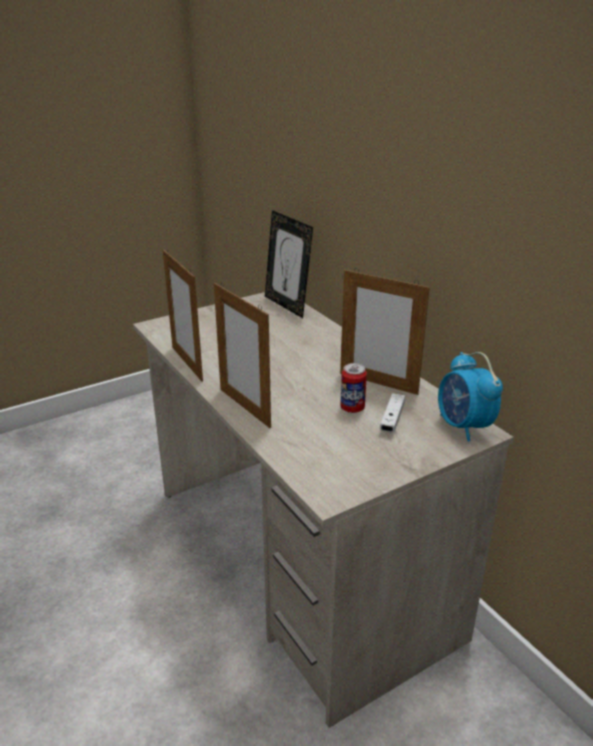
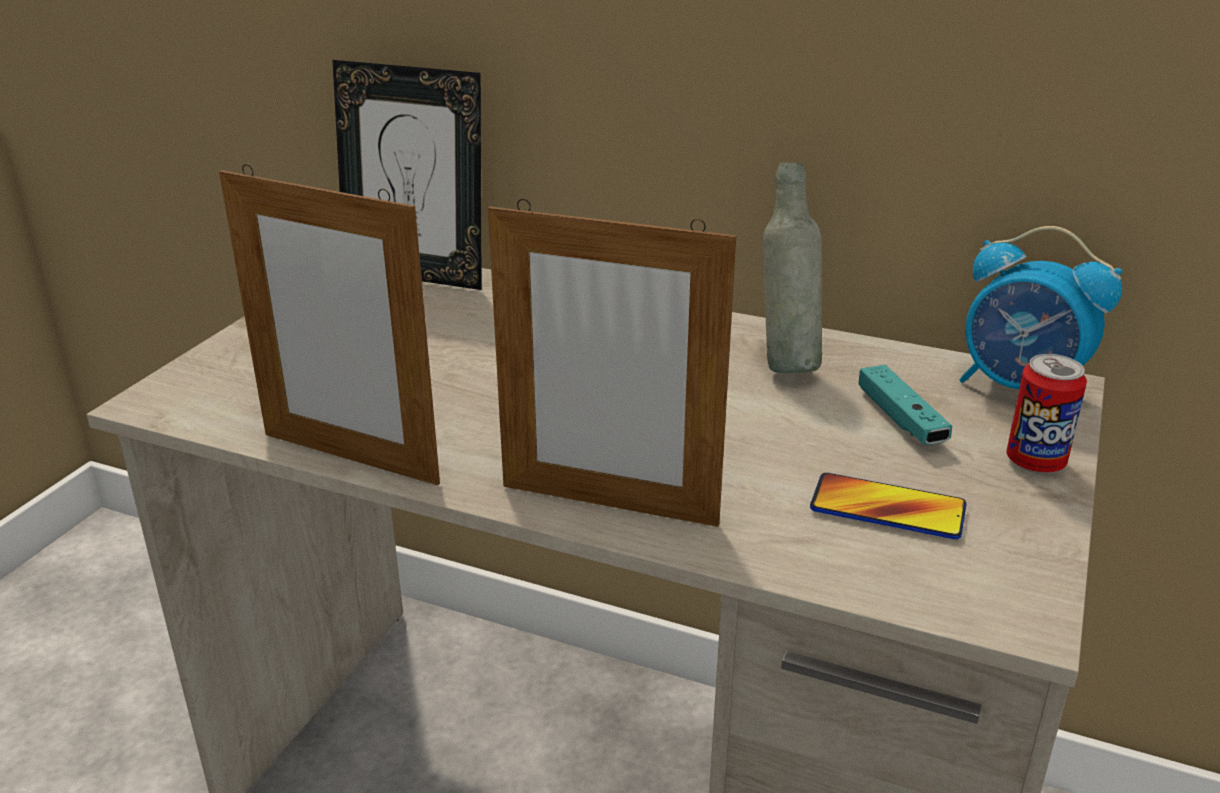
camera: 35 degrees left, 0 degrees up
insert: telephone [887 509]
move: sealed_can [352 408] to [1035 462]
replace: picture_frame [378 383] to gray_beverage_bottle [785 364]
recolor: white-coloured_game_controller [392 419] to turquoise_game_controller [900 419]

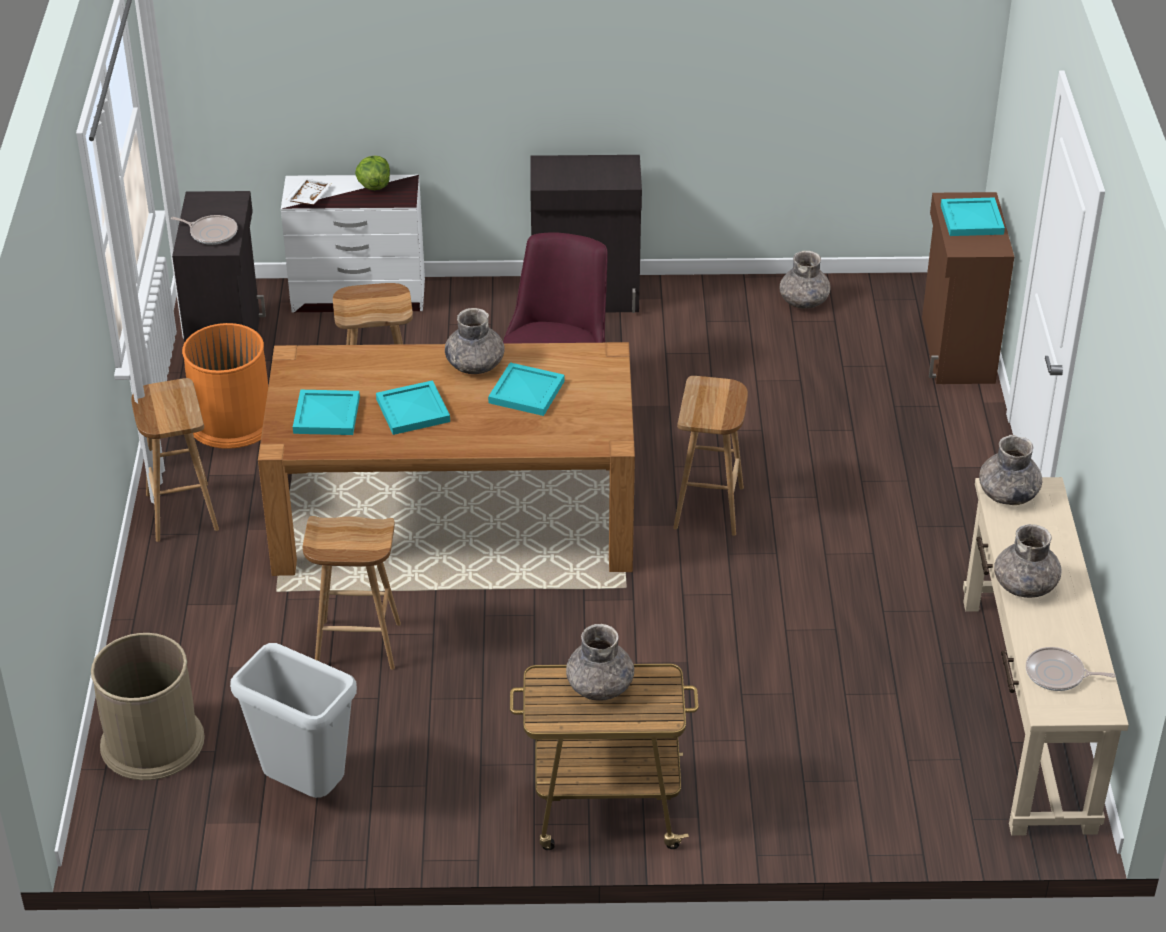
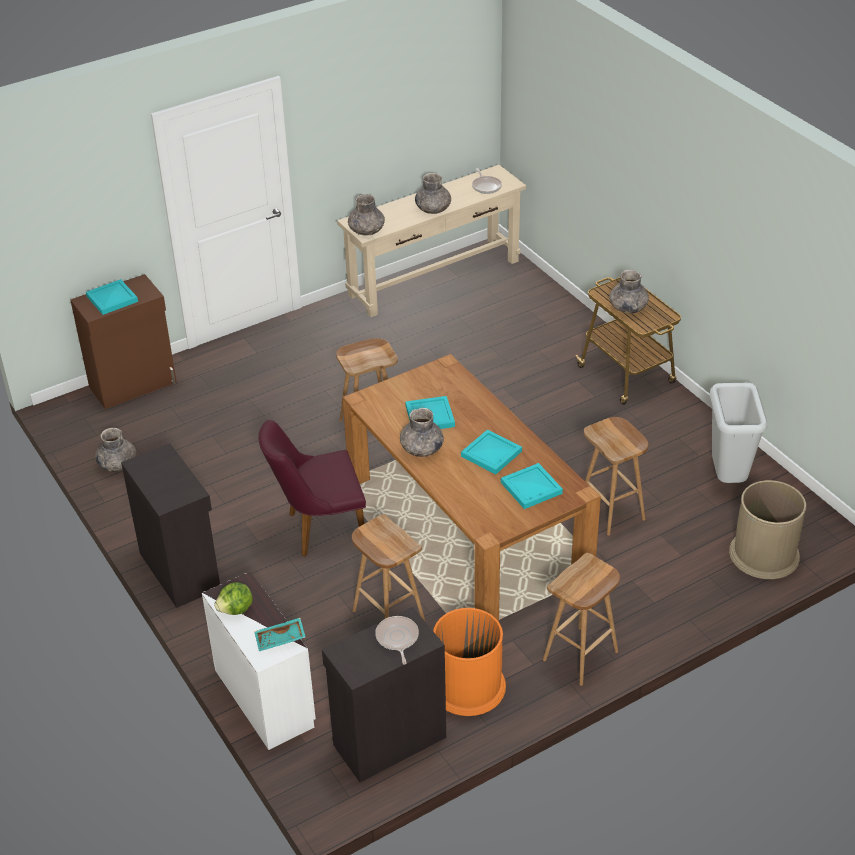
camera: 120 degrees left, 0 degrees up
recolor: white-coloured_carrying_tray [308 197] to turquoise_carrying_tray [280 640]

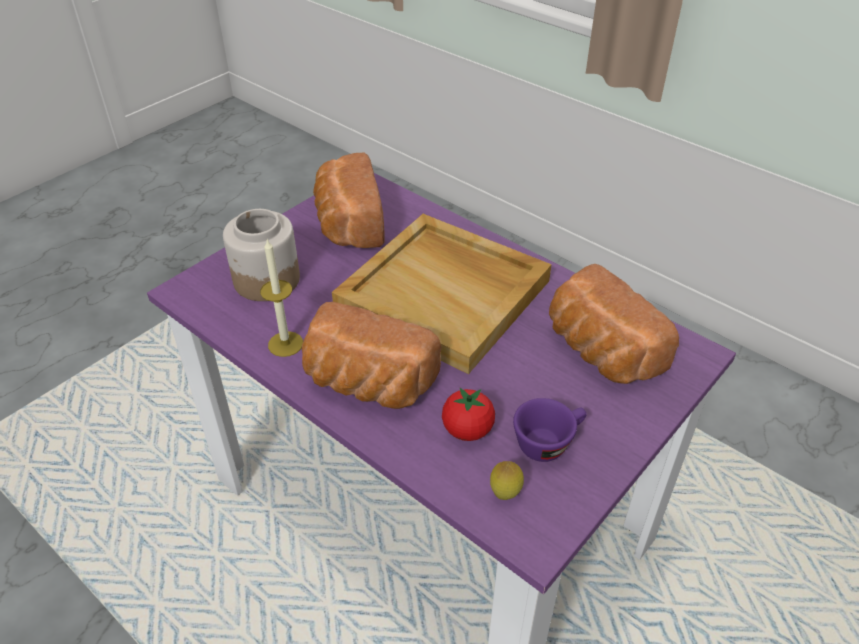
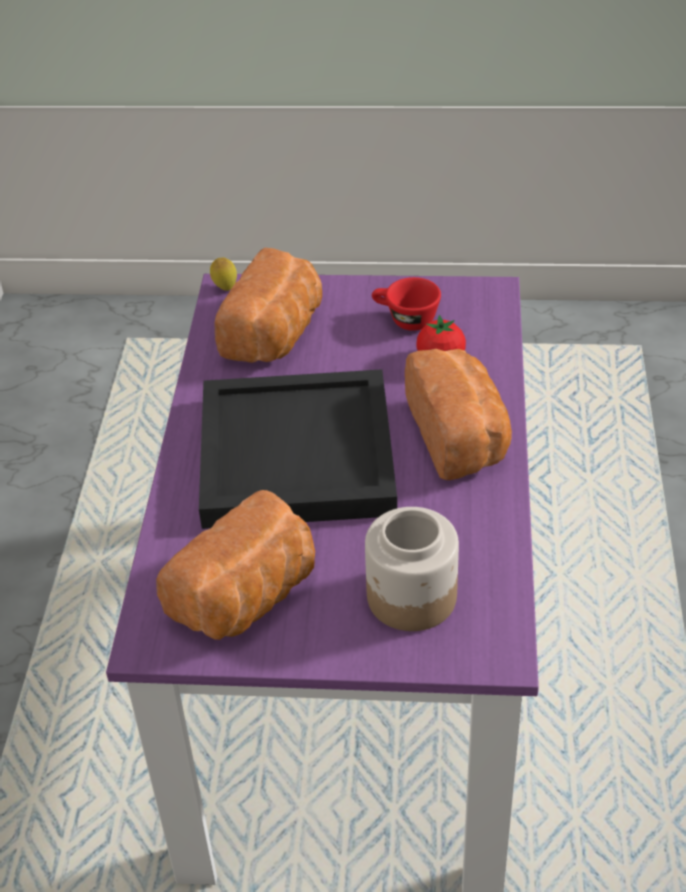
camera: 125 degrees left, 0 degrees up
delete: candle [285 344]
move: lemon [505 494] to [225 288]
recolor: beige_carrying_tray [445 294] to black_carrying_tray [295 453]; purple_drinking_cup [548 442] to red-coloured_drinking_cup [405 319]

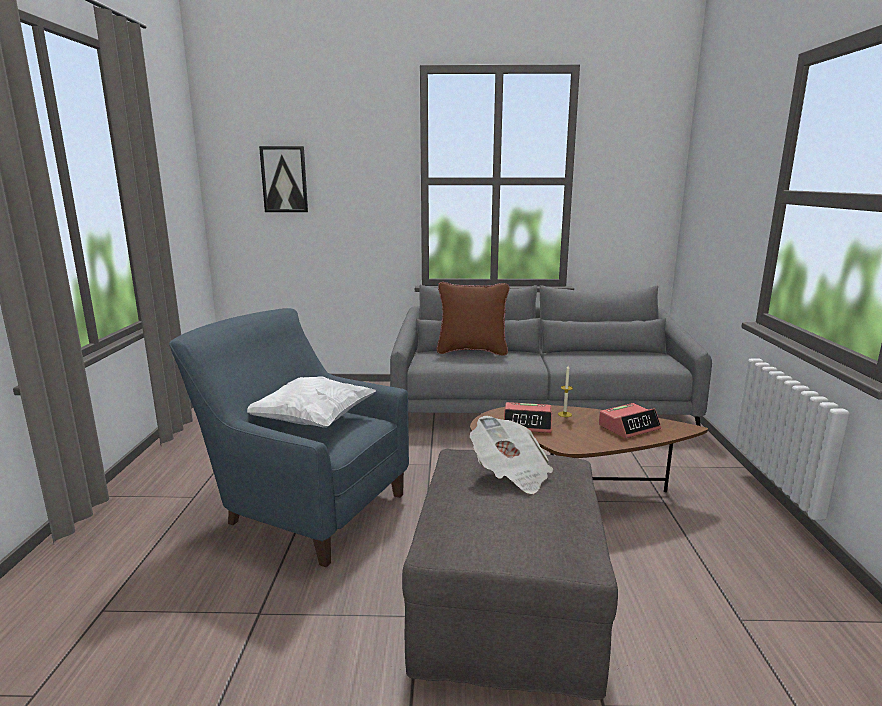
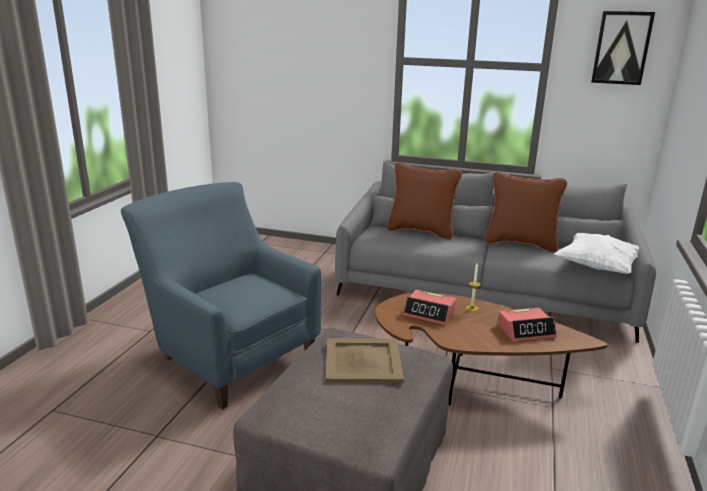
camera: 15 degrees right, 5 degrees up
insert: brown-coloured_pillow [520 243]
move: white-coloured_pillow [312 422] to [597 267]; wall_picture [284 179] to [621 48]
replace: newspaper [511 473] to beige_carrying_tray [364 361]

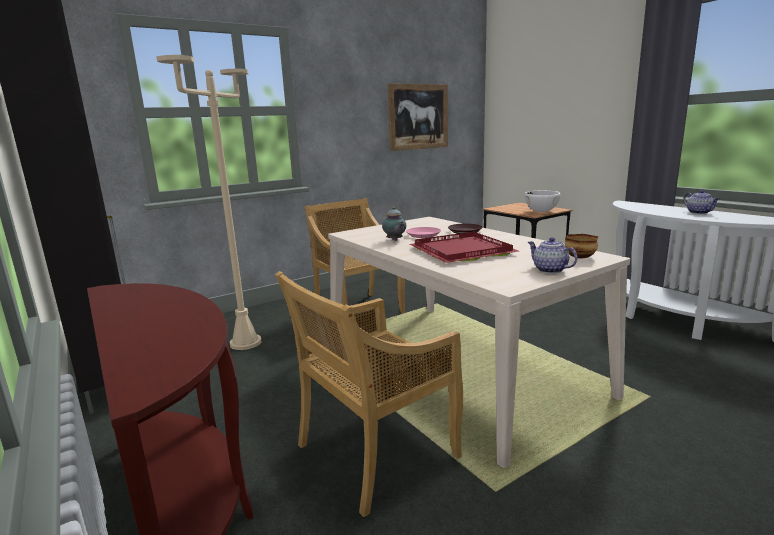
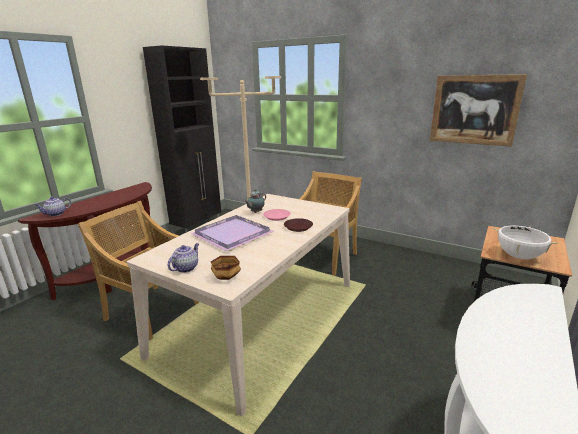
camera: 65 degrees right, 5 degrees up
move: teapot [699 212] to [55 214]
recolor: red-coloured_carrying_tray [464 251] to purple_carrying_tray [232 235]

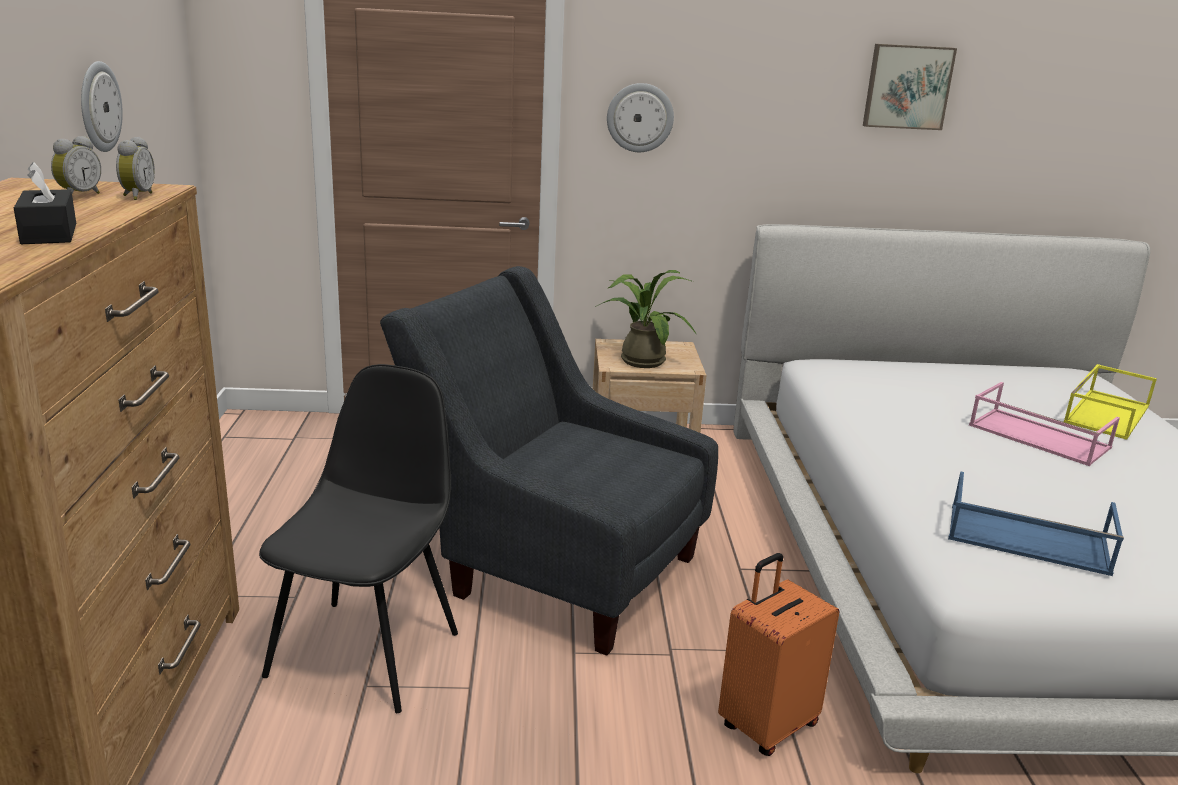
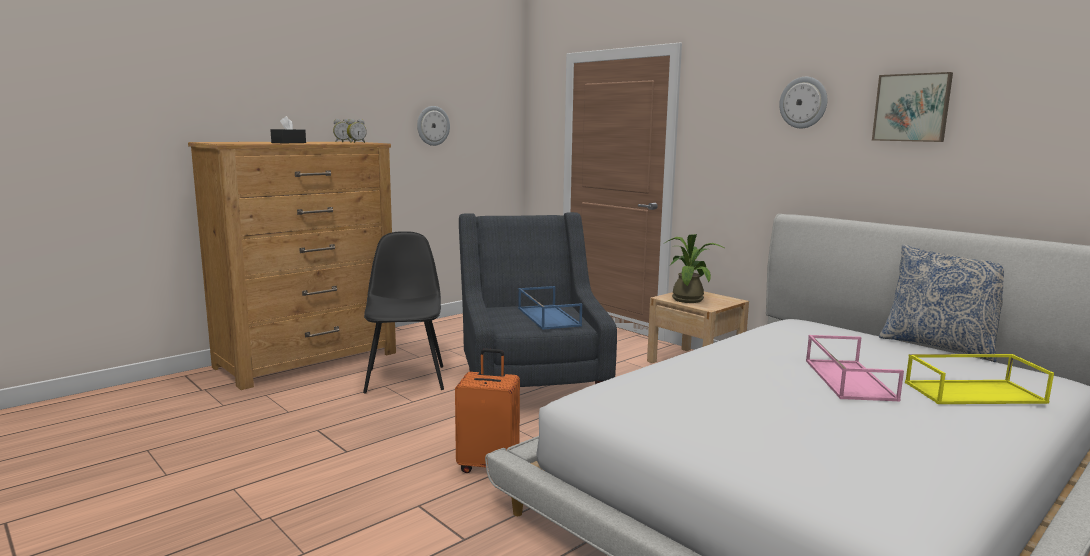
camera: 50 degrees right, 10 degrees down
insert: pillow [939 346]
move: hanging_clock [640 117] to [803 102]; blue-coloured_carrying_tray [1025 539] to [547 317]
rotate: black_upright_chair [367 651] = [405 378] 75 degrees counterclockwise

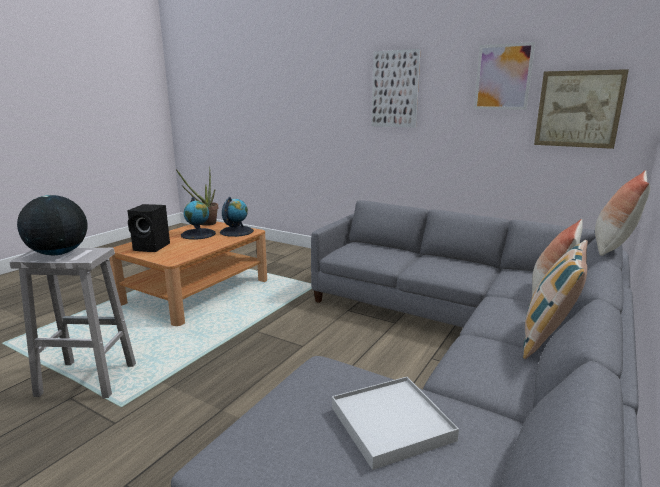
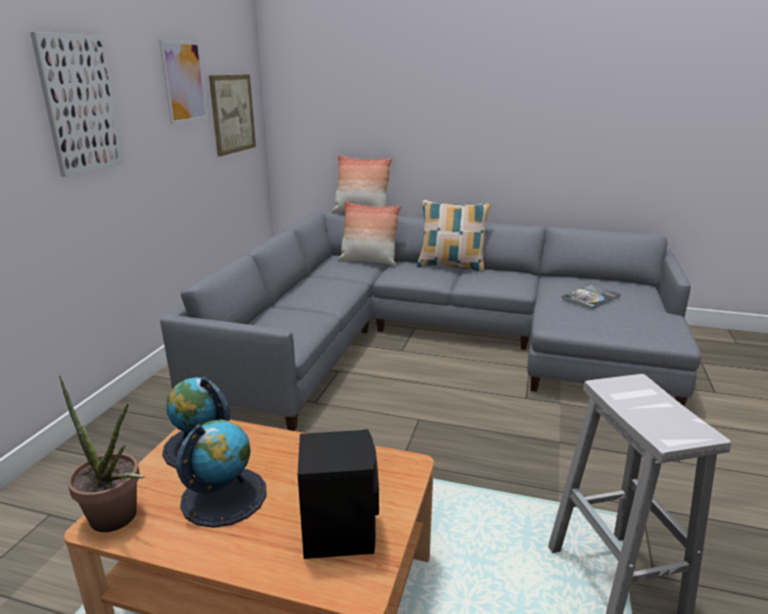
camera: 105 degrees left, 5 degrees up
delete: globe [58 253]
replace: white-coloured_carrying_tray [391 424] to book [591 297]

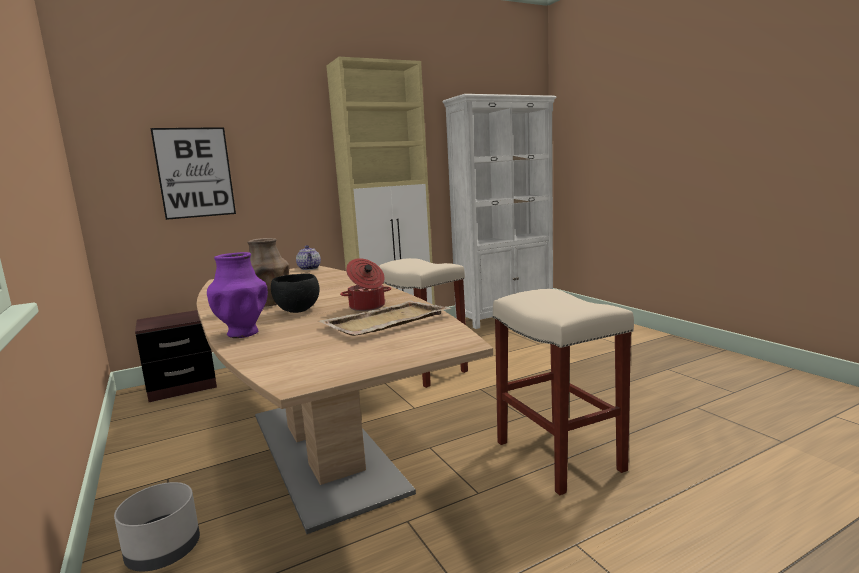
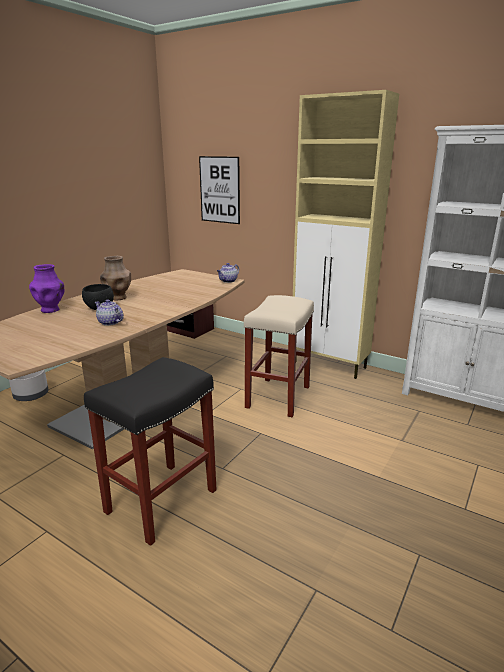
camera: 60 degrees right, 10 degrees up
delete: beige_carrying_tray [385 321]
replace: stockpot [367 307] to teapot [110 322]
recolor: beige_stool_seat [560 456] to black_stool_seat [161 502]

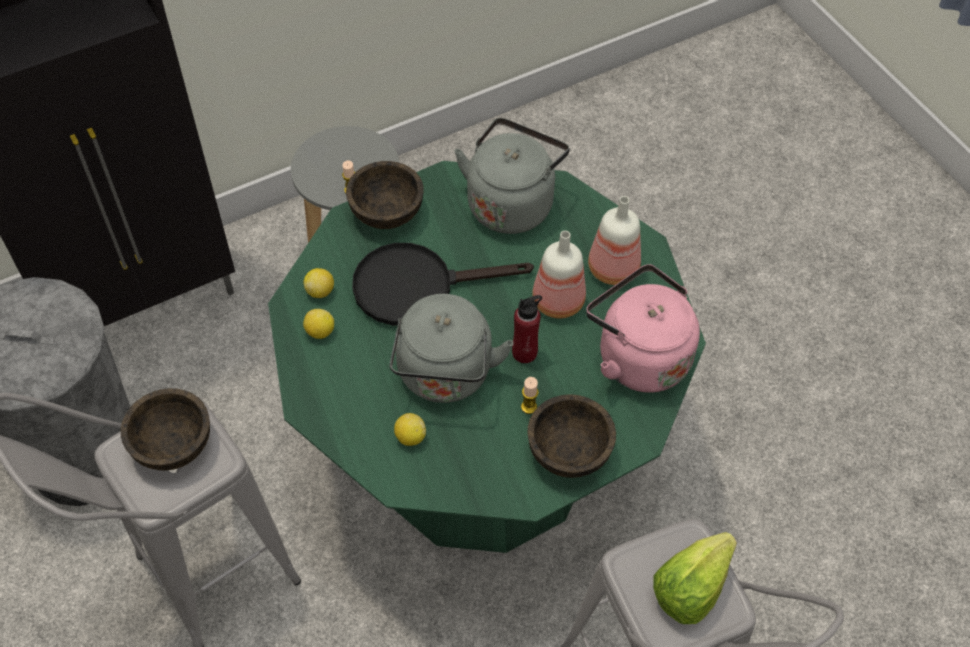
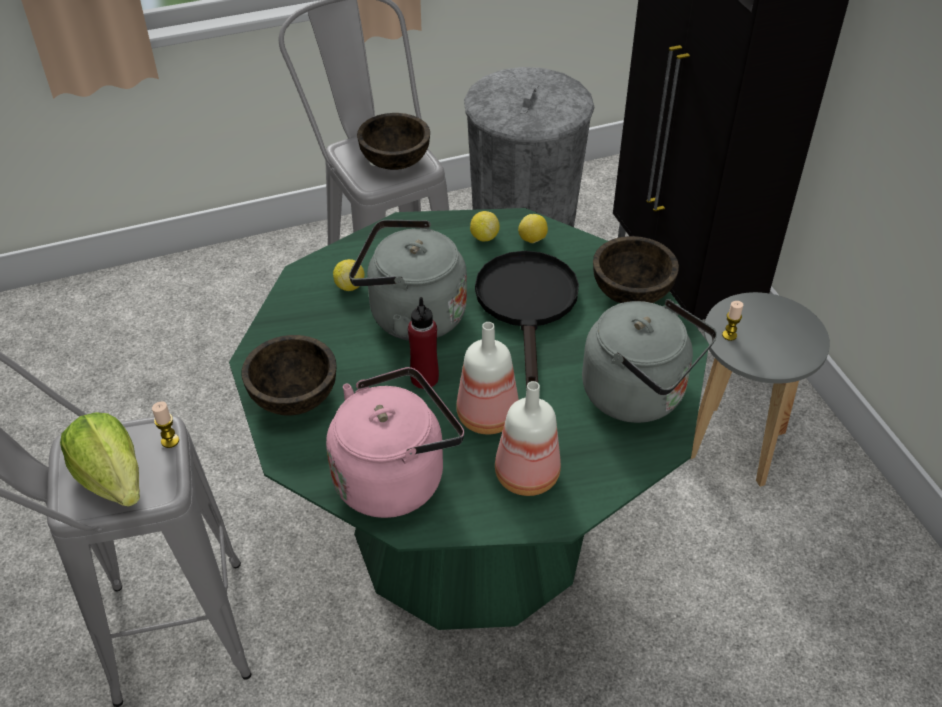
camera: 100 degrees right, 10 degrees down
move: candle [529 407] to [170 441]

